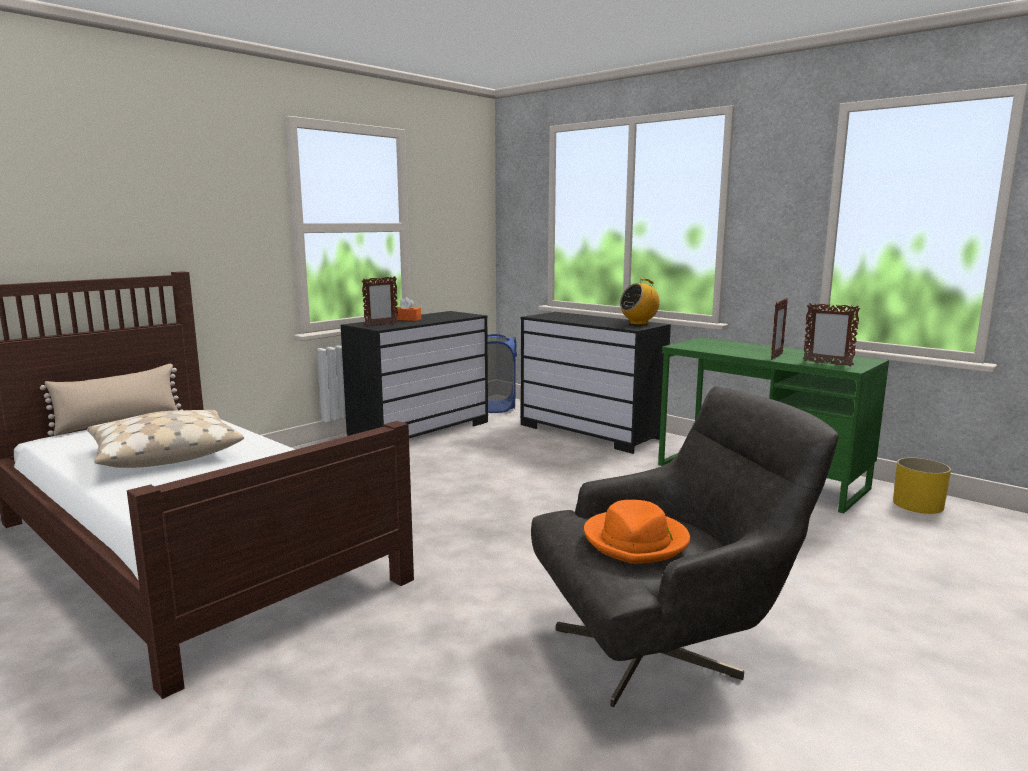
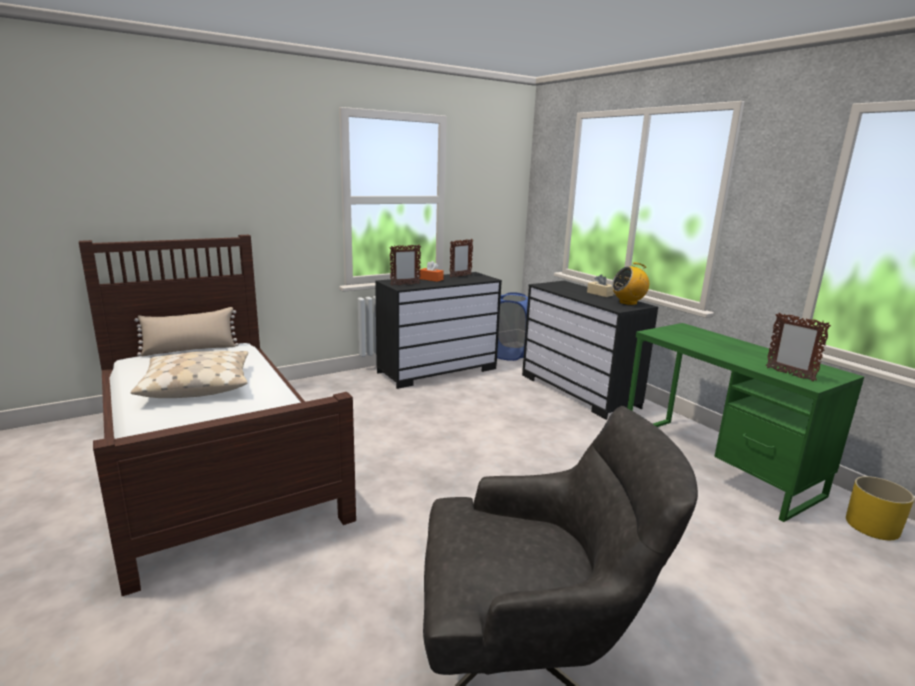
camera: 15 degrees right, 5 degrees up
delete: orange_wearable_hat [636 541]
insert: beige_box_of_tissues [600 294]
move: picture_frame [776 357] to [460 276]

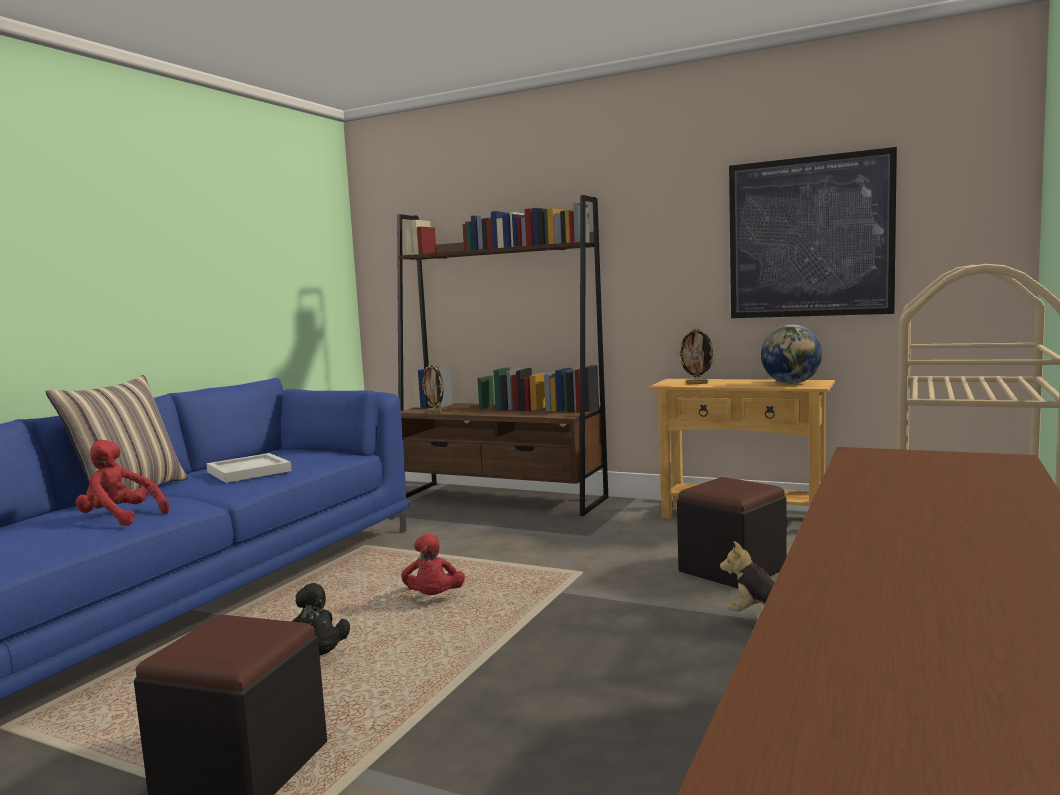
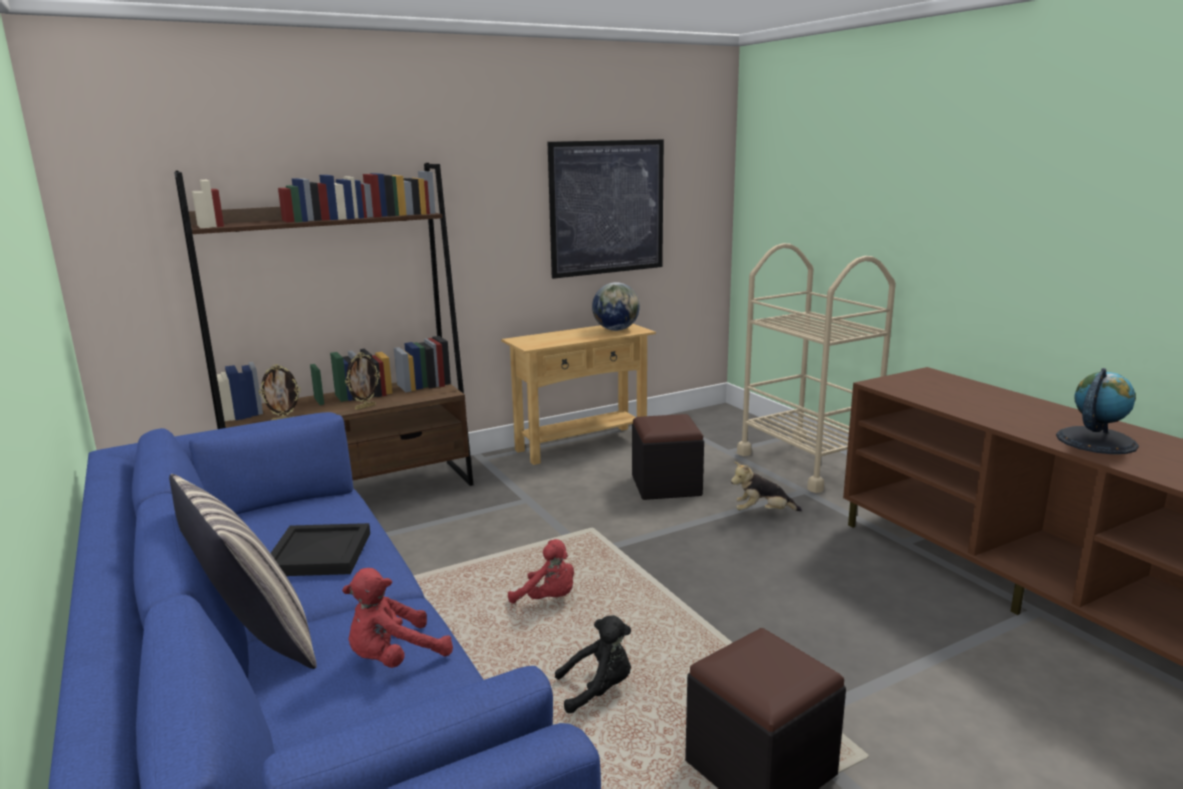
camera: 55 degrees left, 10 degrees up
insert: globe [1096 440]
move: picture_frame [697 383] to [365 407]
recolor: white-coloured_carrying_tray [249 471] to black_carrying_tray [318 553]

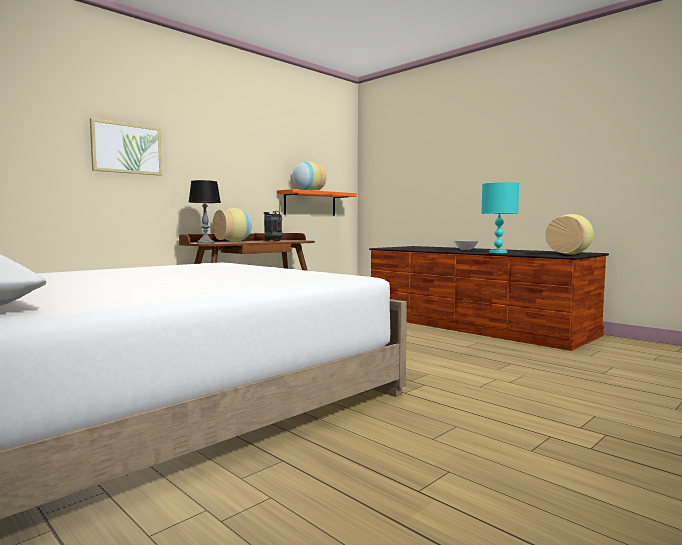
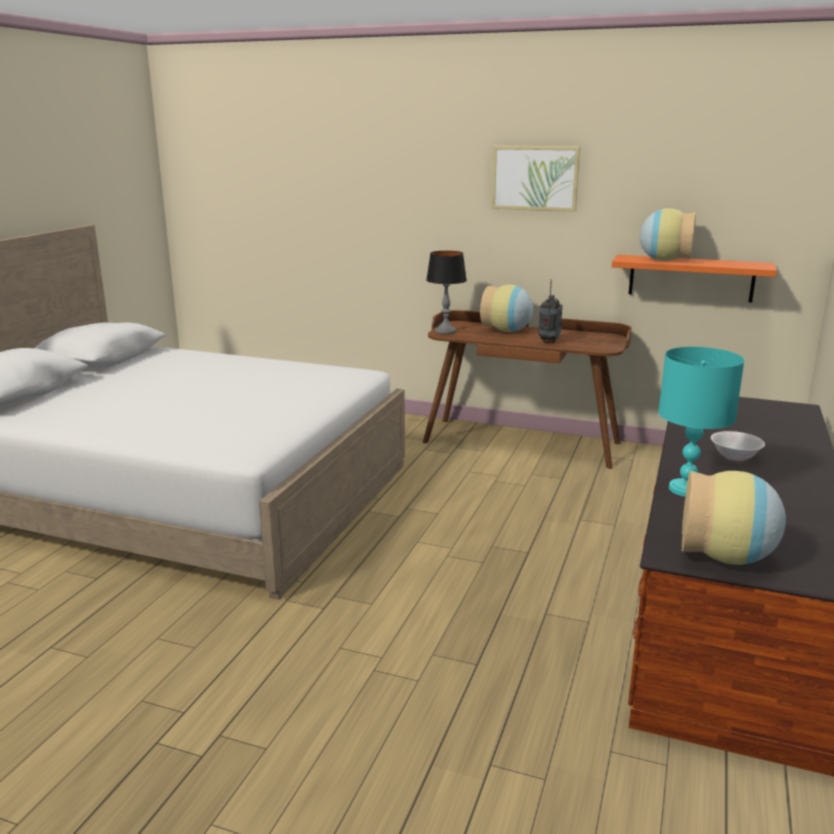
camera: 65 degrees right, 15 degrees up
move: wall_picture [126 148] to [535 178]

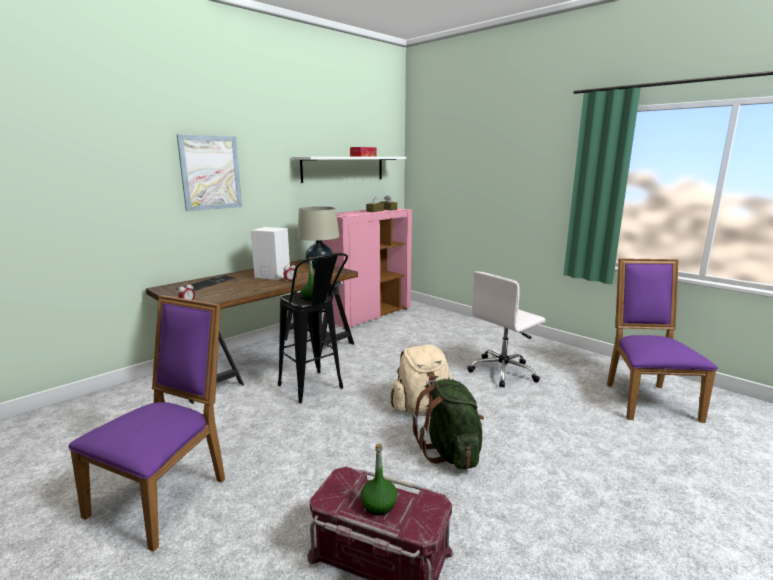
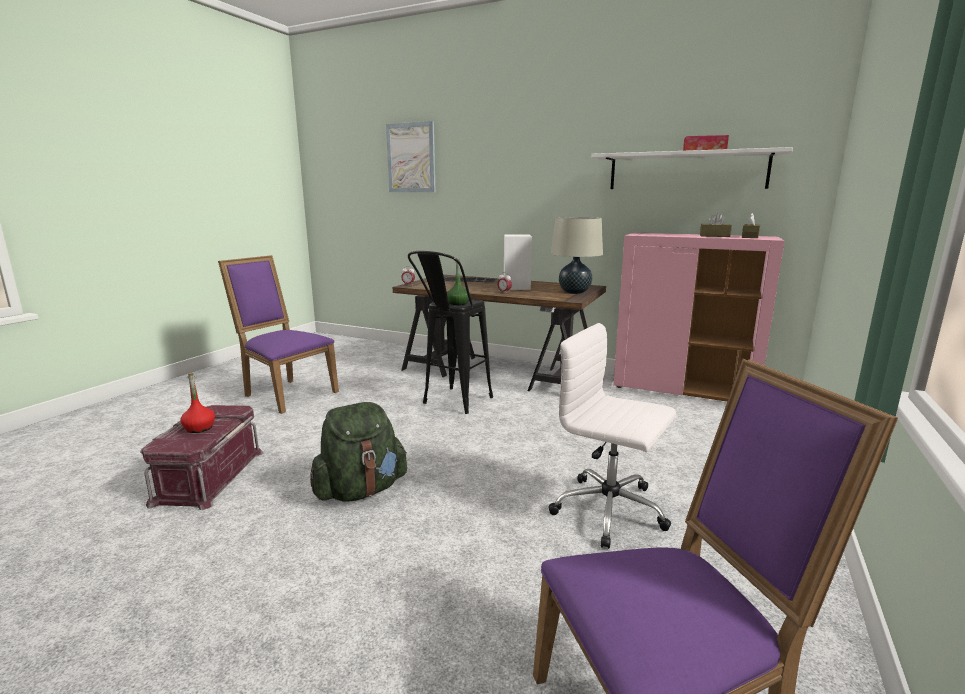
camera: 70 degrees right, 0 degrees up
delete: beige_rucksack [422 407]
move: wall_picture [210 173] to [411 158]
recolor: greenish_beverage_bottle [378 505] to red-coloured_beverage_bottle [199 428]
rotate: purple_upright_chair [166 494] = [286 393] 150 degrees counterclockwise

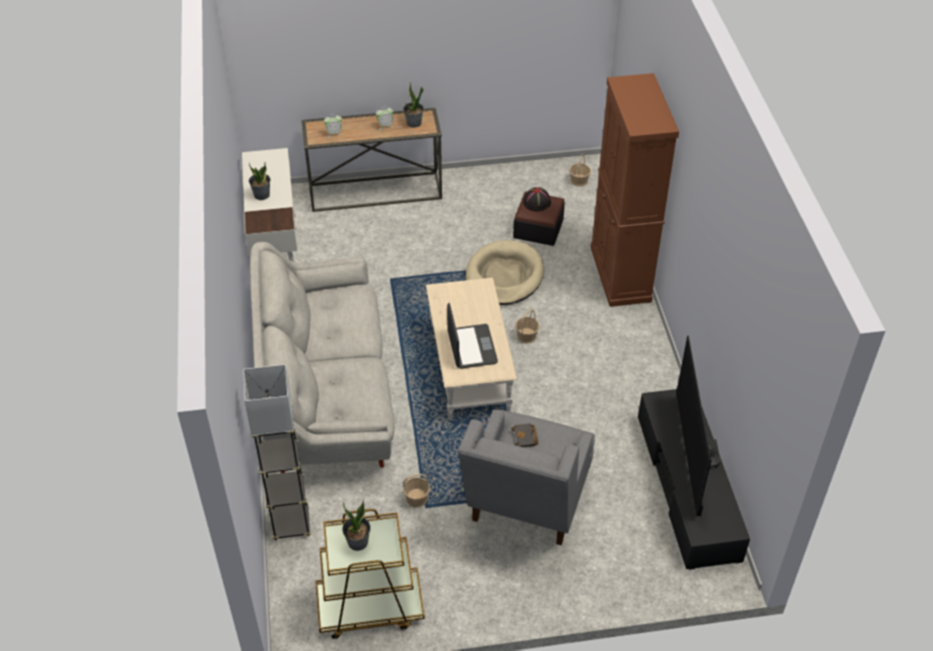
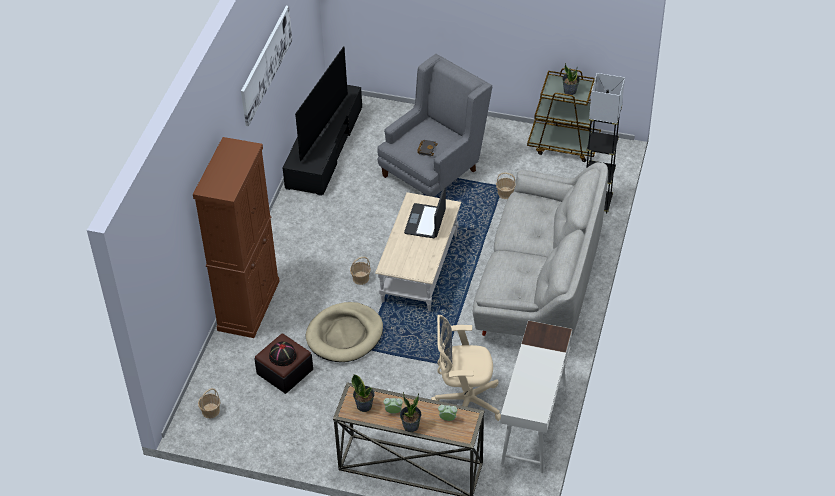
camera: 155 degrees left, 0 degrees up
insert: wall_picture [266 64]; beige_office_chair [464 402]
move: houseplant [261 195] to [411 426]

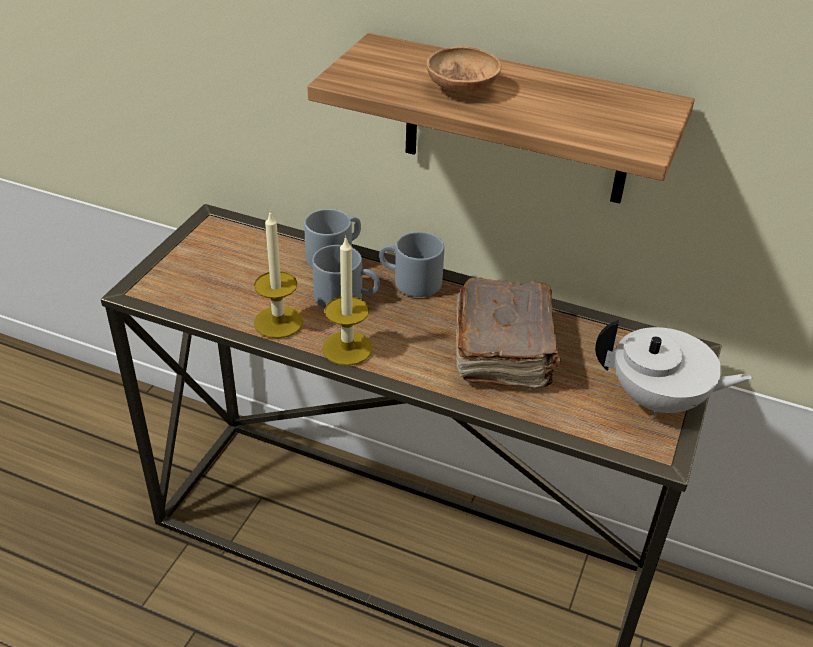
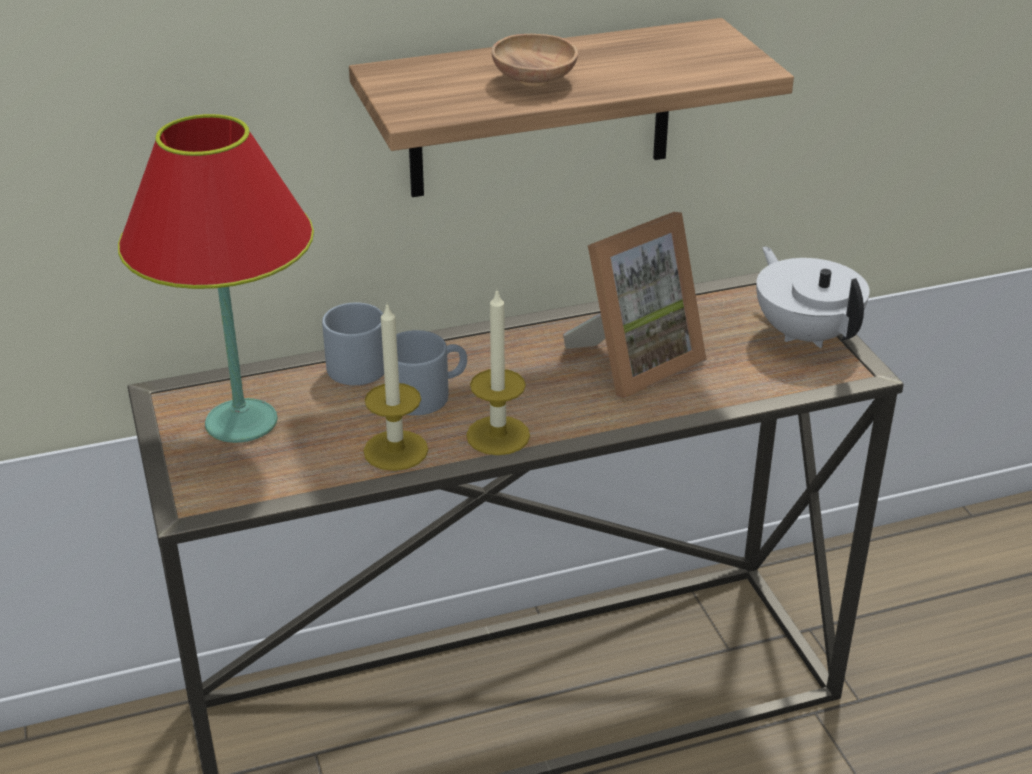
camera: 40 degrees left, 5 degrees down
delete: gray_coffee_mug [409 281]
insert: red-coloured_tabletop_lamp [242 421]
replace: brown-coloured_book [504 350] to picture_frame [634 361]
rotate: white-coloured_teapot [658 401] = [805 333] 90 degrees counterclockwise

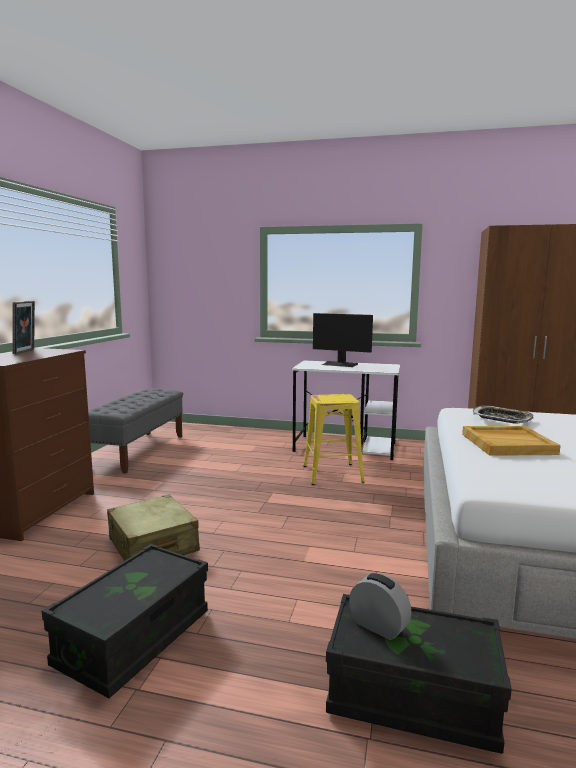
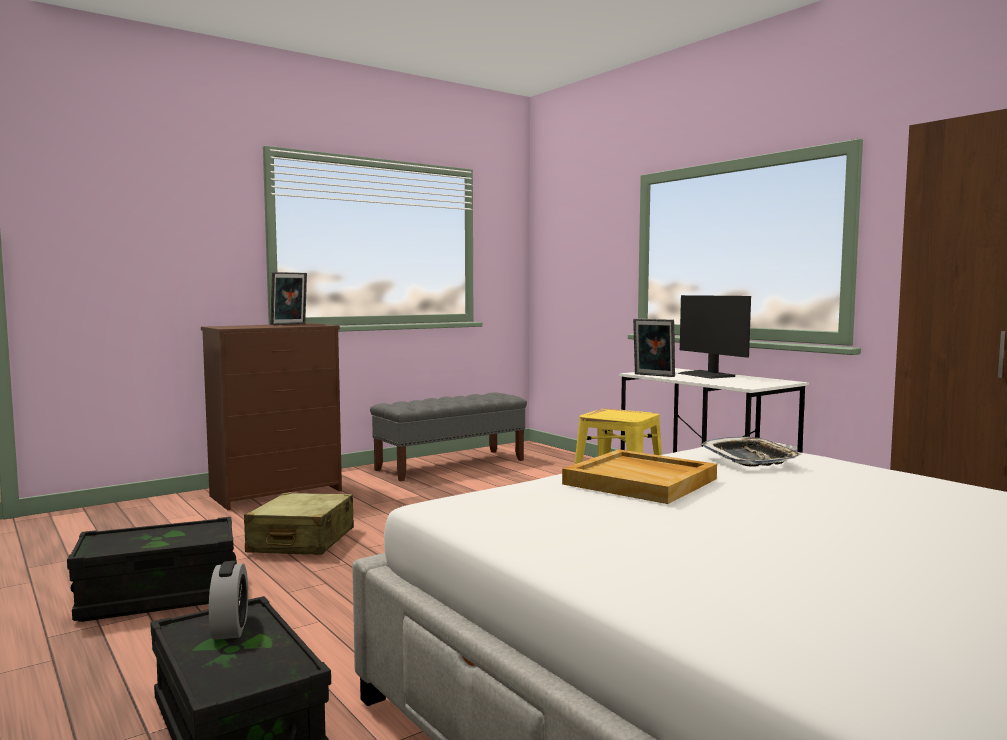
camera: 40 degrees right, 5 degrees down
insert: picture_frame [653 375]

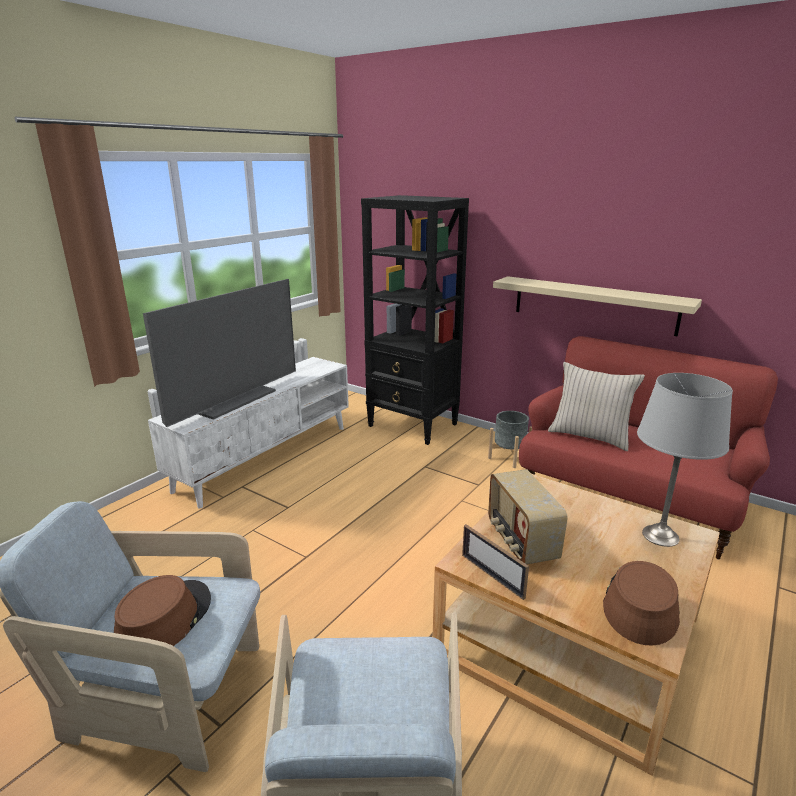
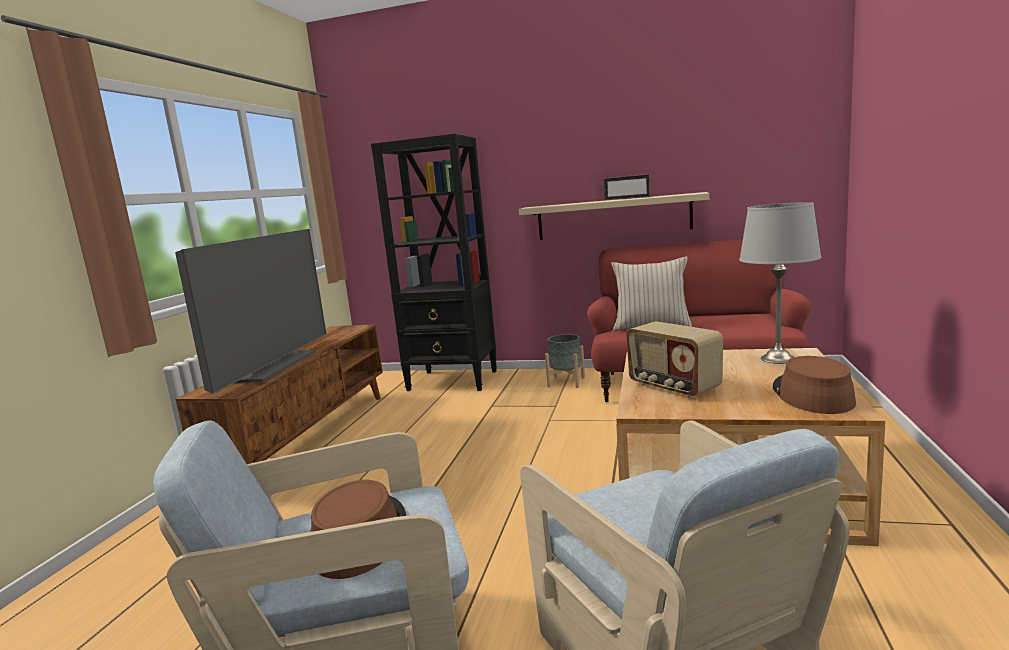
camera: 20 degrees left, 10 degrees down
move: picture_frame [492 576] to [627 198]
recolor: white-coloured_tv_unit [266 456] to brown-coloured_tv_unit [308 438]

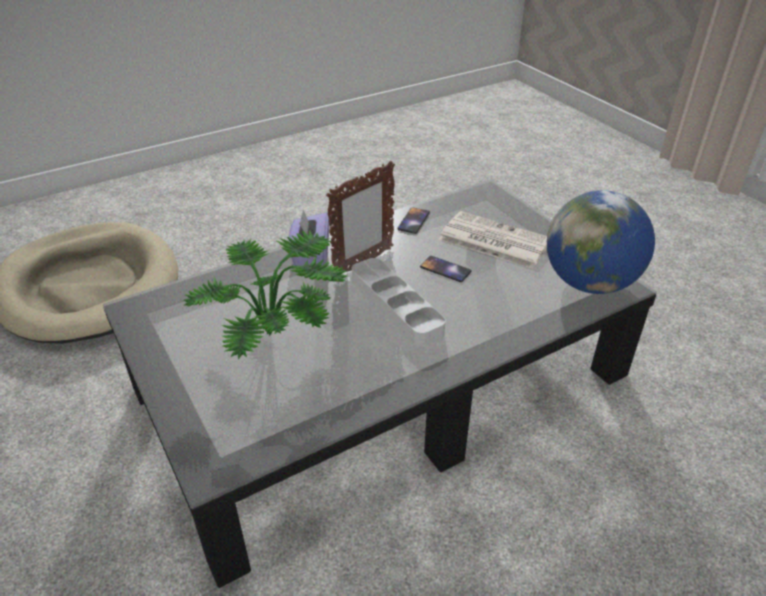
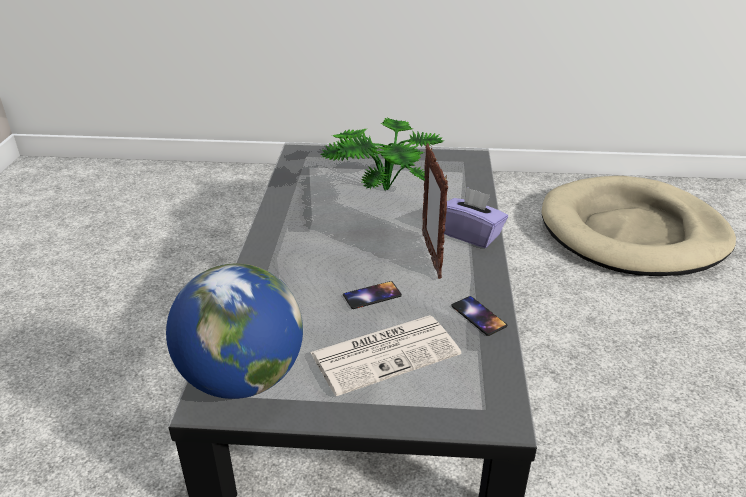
camera: 125 degrees right, 5 degrees down
delete: gray_carrying_tray [396 306]

